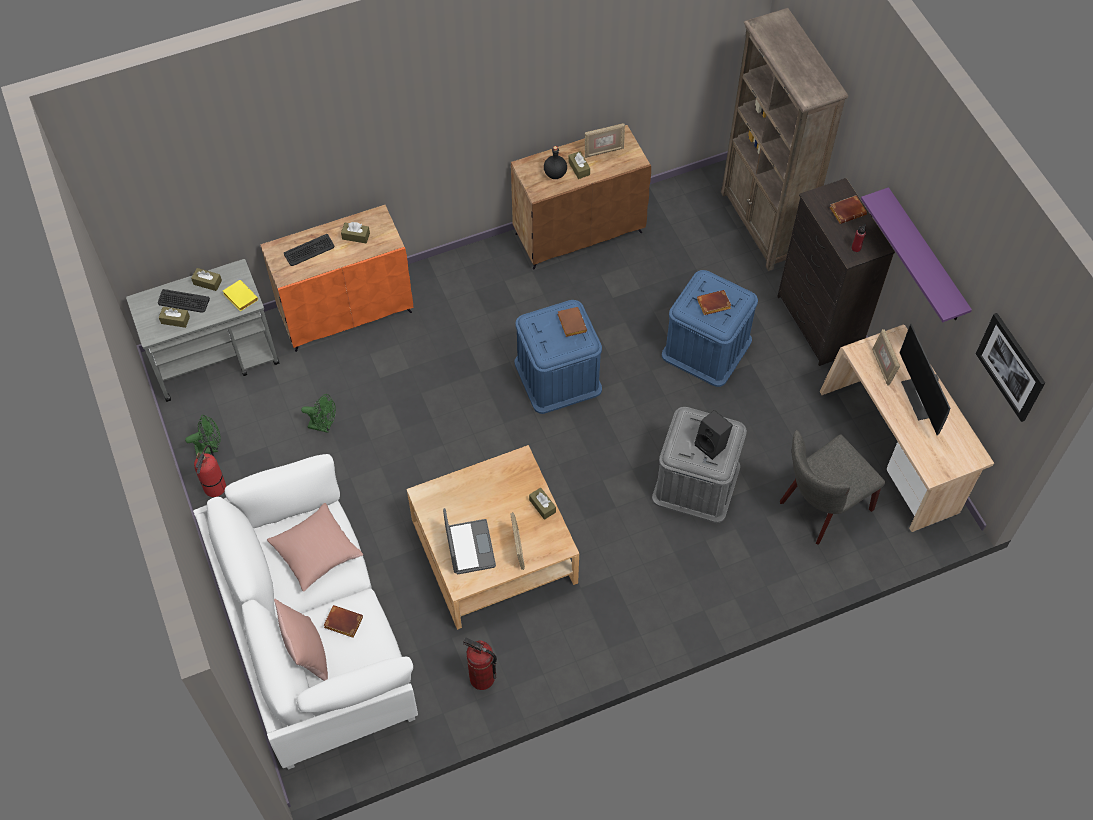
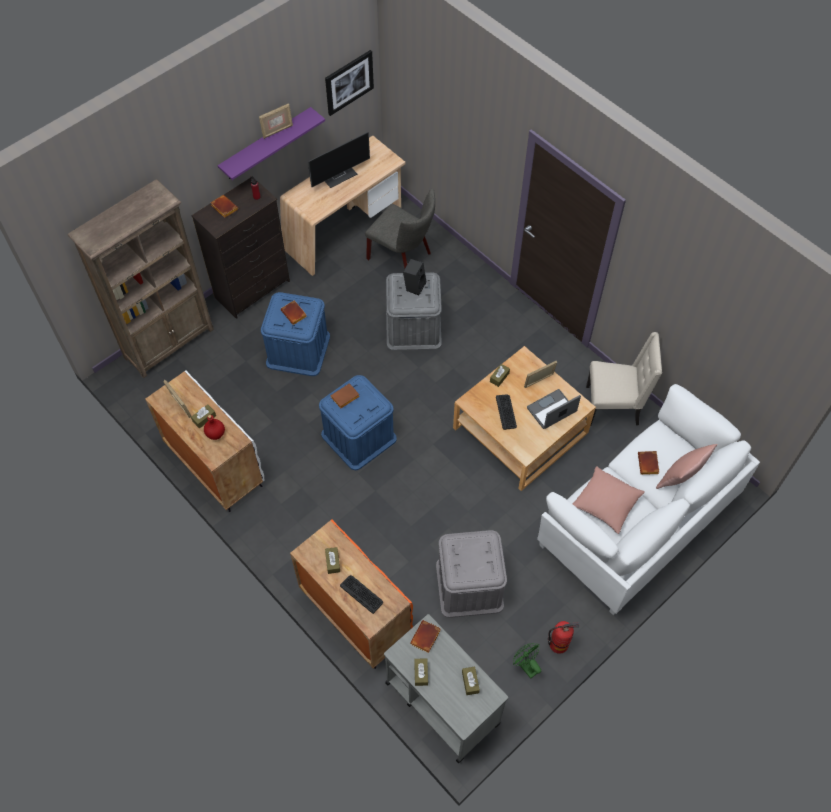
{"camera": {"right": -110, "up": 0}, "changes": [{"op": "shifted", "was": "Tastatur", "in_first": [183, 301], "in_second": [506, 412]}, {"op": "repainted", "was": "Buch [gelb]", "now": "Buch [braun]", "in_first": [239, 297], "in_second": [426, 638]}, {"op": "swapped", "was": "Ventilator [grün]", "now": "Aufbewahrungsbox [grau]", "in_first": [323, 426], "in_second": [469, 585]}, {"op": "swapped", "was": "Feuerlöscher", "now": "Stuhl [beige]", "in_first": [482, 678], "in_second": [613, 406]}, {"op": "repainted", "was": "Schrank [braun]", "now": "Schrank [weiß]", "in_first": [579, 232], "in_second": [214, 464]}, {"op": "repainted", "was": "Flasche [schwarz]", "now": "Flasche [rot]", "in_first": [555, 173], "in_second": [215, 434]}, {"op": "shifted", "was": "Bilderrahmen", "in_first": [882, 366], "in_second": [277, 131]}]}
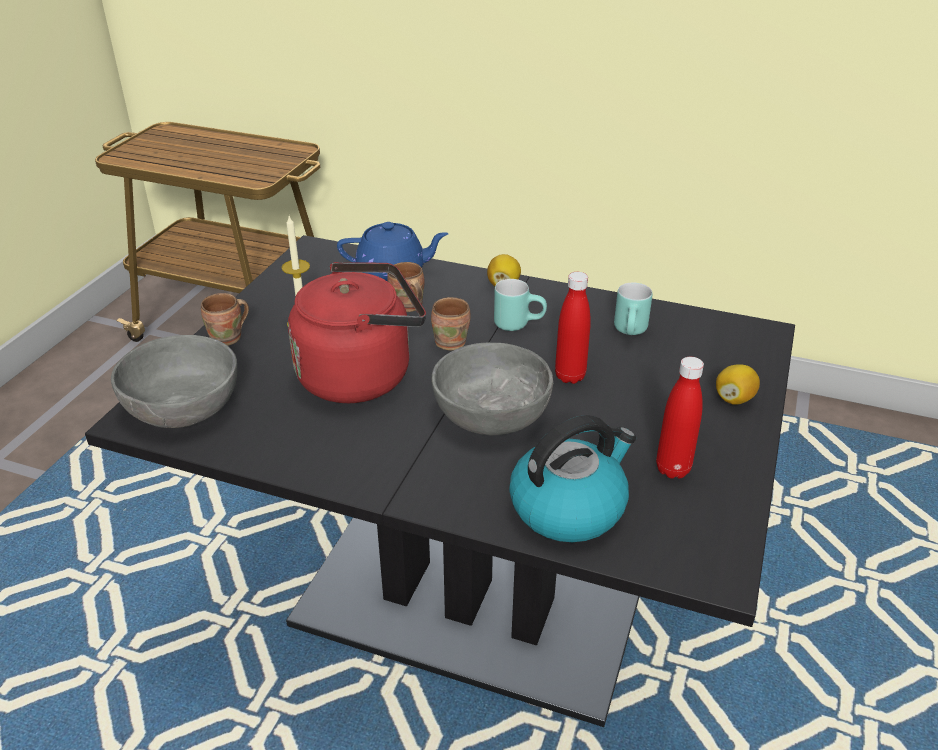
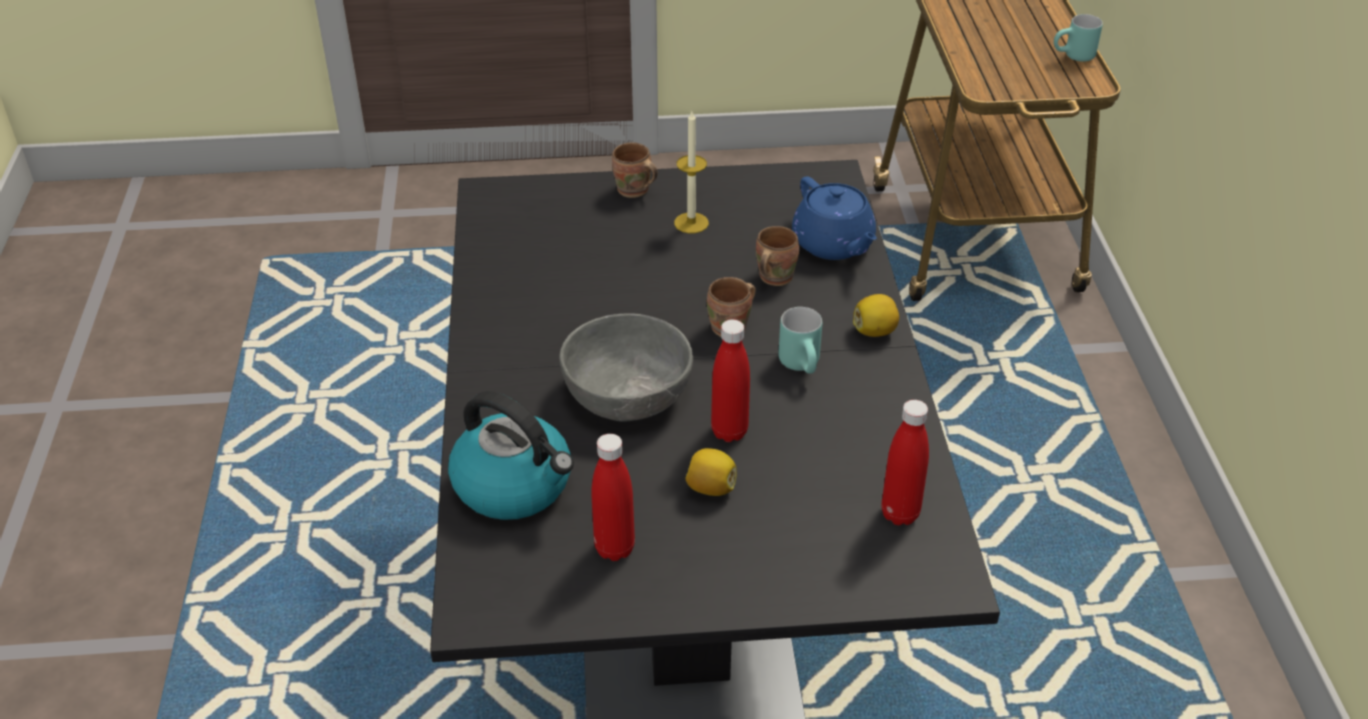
{"camera": {"right": 65, "up": 5}, "changes": [{"op": "gone", "was": "Schüssel [grau]", "in_first": [184, 405]}, {"op": "gone", "was": "Wasserkessel [rot]", "in_first": [361, 375]}, {"op": "shifted", "was": "Henkelbecher [türkis]", "in_first": [632, 332], "in_second": [1074, 57]}, {"op": "shifted", "was": "Zitrone", "in_first": [734, 399], "in_second": [710, 488]}, {"op": "new", "now": "Flasche [rot]", "in_second": [900, 514]}]}
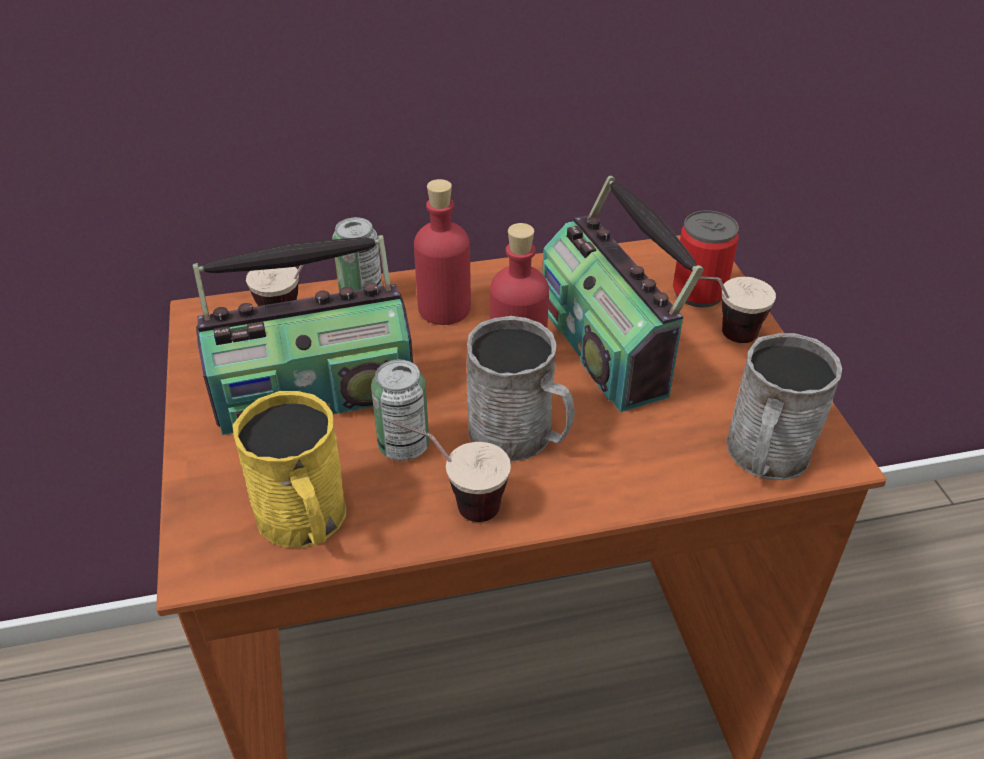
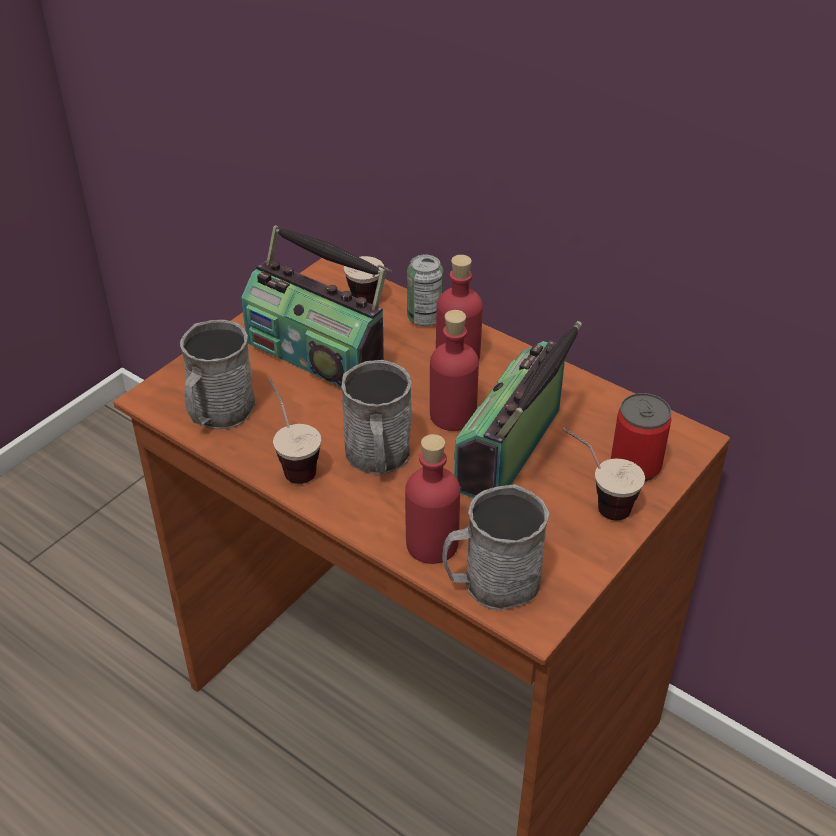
{"camera": {"right": 50, "up": 0}, "changes": [{"op": "repainted", "was": "Henkelbecher [gelb]", "now": "Henkelbecher [grau]", "in_first": [306, 522], "in_second": [218, 414]}, {"op": "gone", "was": "Dose", "in_first": [403, 446]}, {"op": "new", "now": "Flasche [rot]", "in_second": [432, 544]}]}
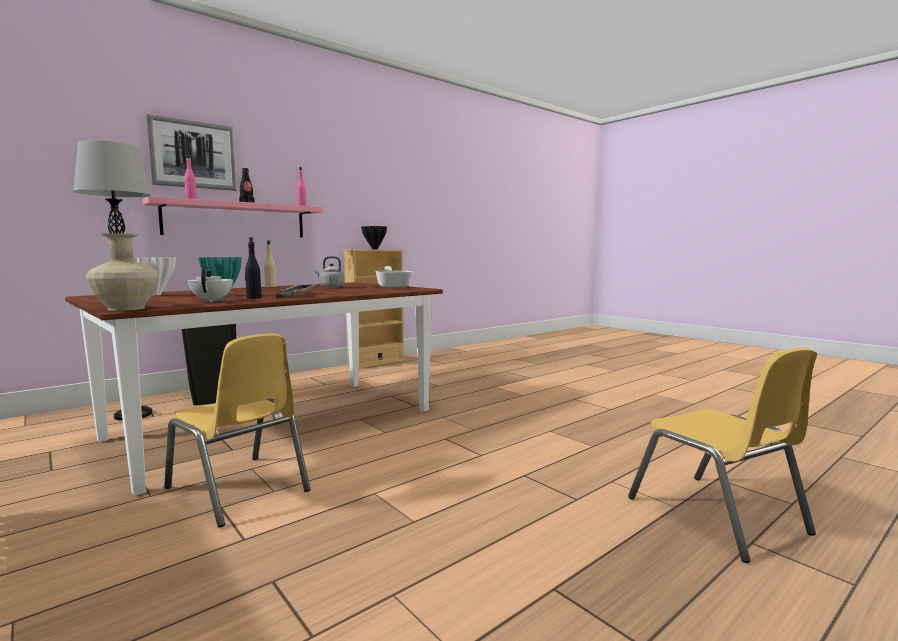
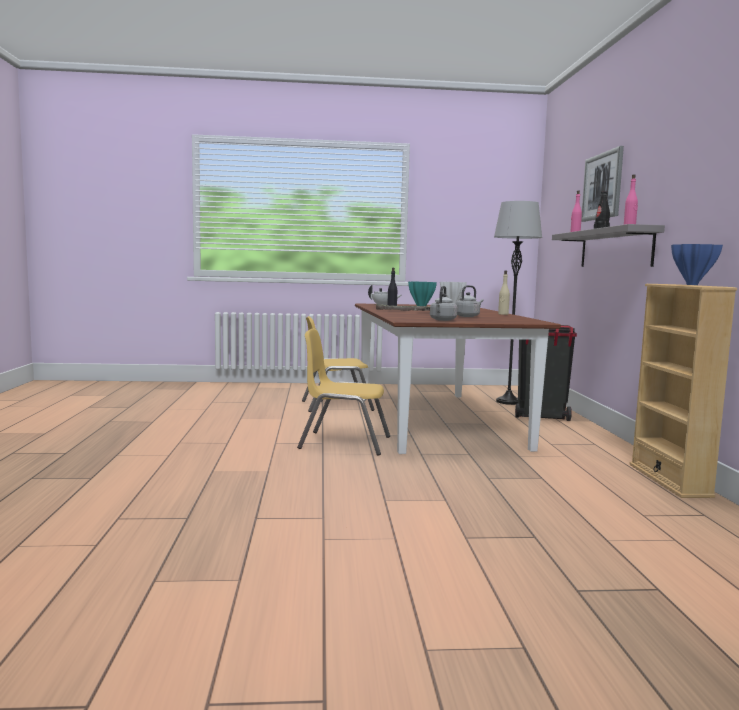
{"camera": {"right": 125, "up": 0}, "changes": [{"op": "gone", "was": "Vase [beige]", "in_first": [125, 308]}, {"op": "repainted", "was": "Wandregal [rosa]", "now": "Wandregal [grau]", "in_first": [236, 220], "in_second": [615, 248]}, {"op": "repainted", "was": "Vase [schwarz]", "now": "Vase [blau]", "in_first": [374, 249], "in_second": [691, 284]}, {"op": "swapped", "was": "Pfanne", "now": "Wasserkessel [grau]", "in_first": [393, 287], "in_second": [442, 320]}, {"op": "shifted", "was": "Stuhl [gelb]", "in_first": [716, 515], "in_second": [344, 443]}]}
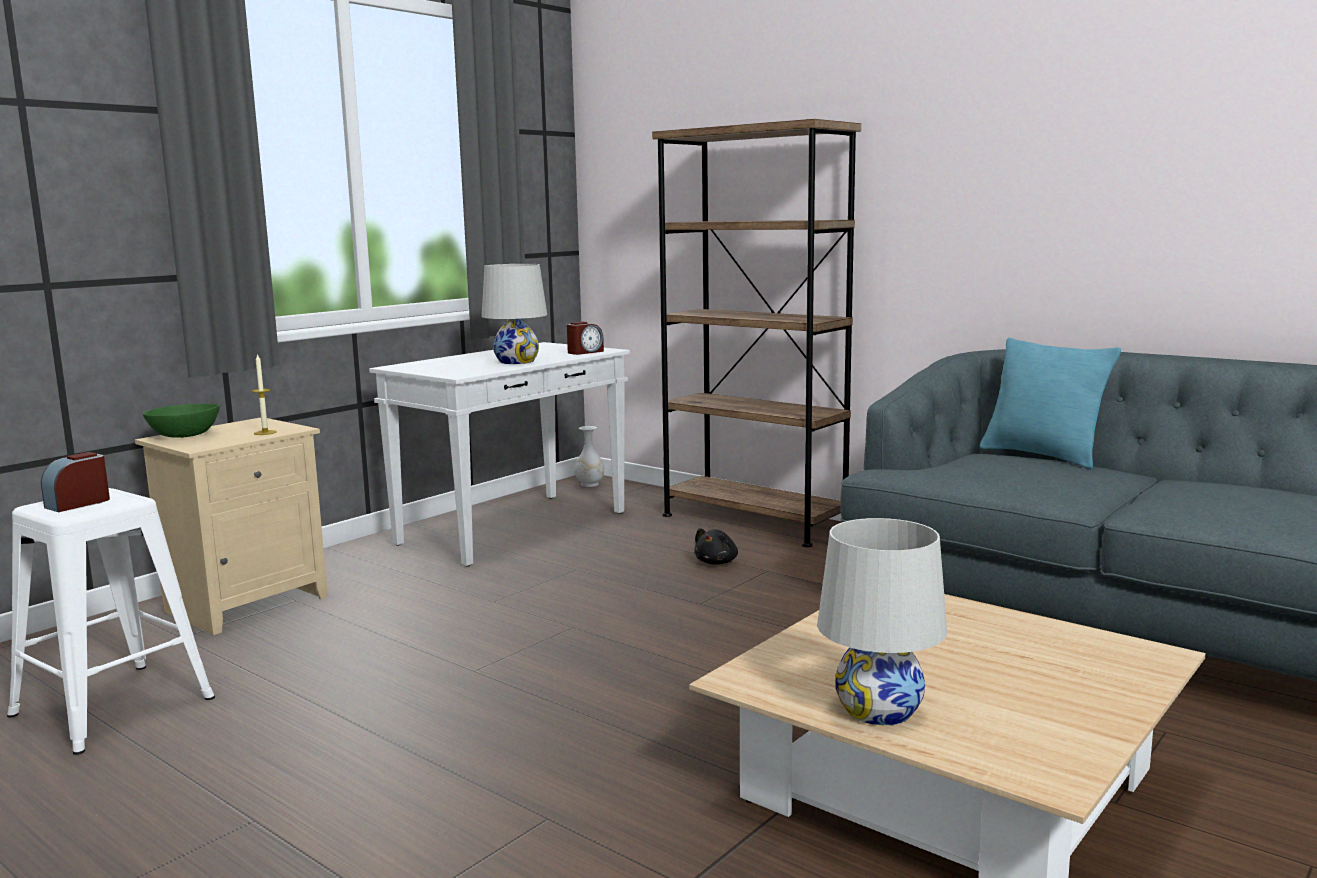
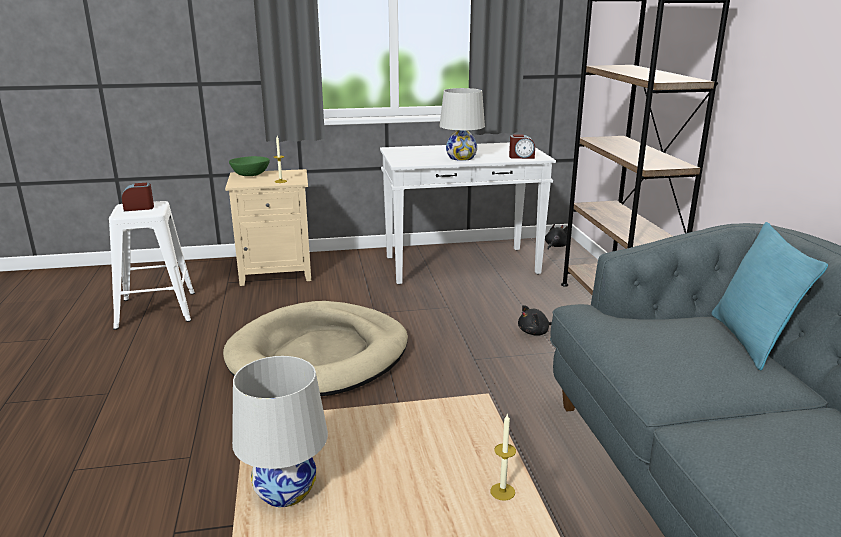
{"camera": {"right": 40, "up": 10}, "changes": [{"op": "swapped", "was": "Vase [weiß]", "now": "Plüschtier [schwarz]", "in_first": [589, 484], "in_second": [555, 246]}, {"op": "new", "now": "Hundebett [beige]", "in_second": [319, 355]}, {"op": "new", "now": "Kerze", "in_second": [502, 491]}]}
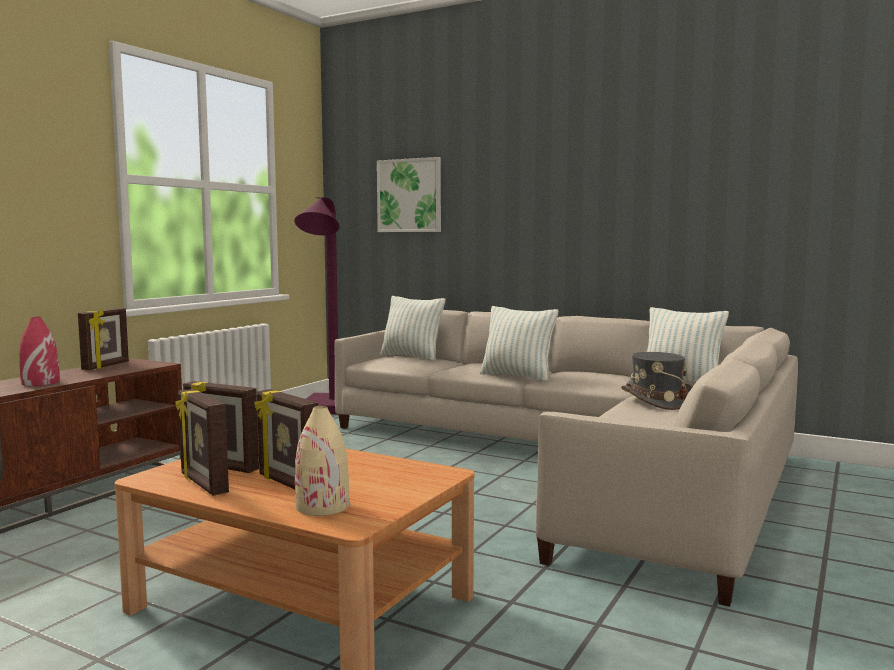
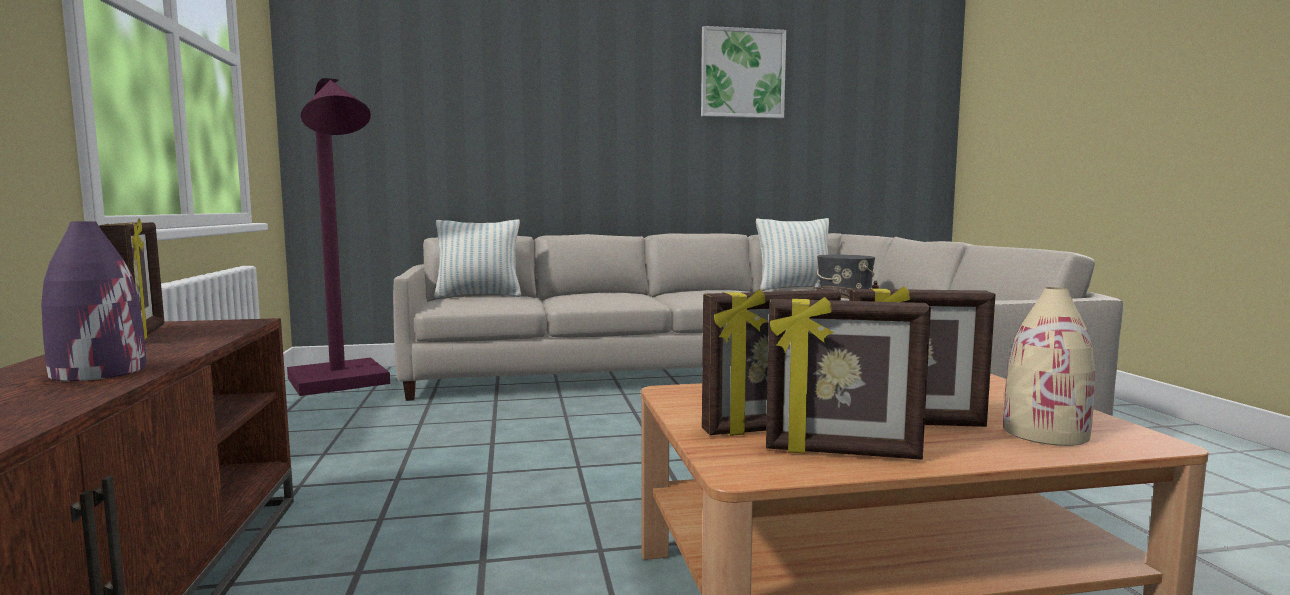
{"camera": {"right": -40, "up": 0}, "changes": [{"op": "repainted", "was": "Vase [rot]", "now": "Vase [lila]", "in_first": [40, 382], "in_second": [97, 372]}, {"op": "shifted", "was": "Bild", "in_first": [409, 195], "in_second": [742, 73]}, {"op": "gone", "was": "Kissen", "in_first": [517, 376]}]}
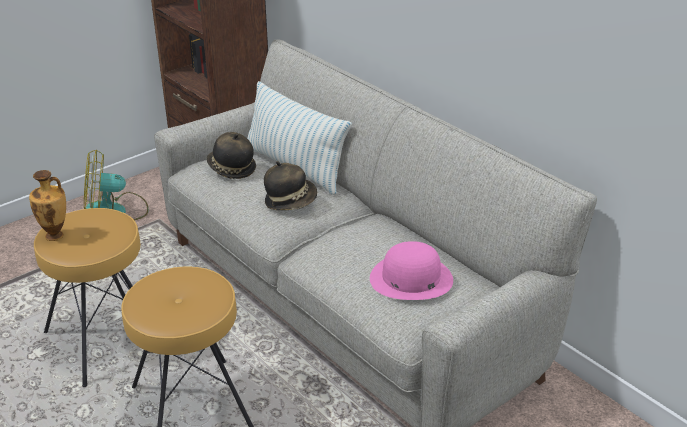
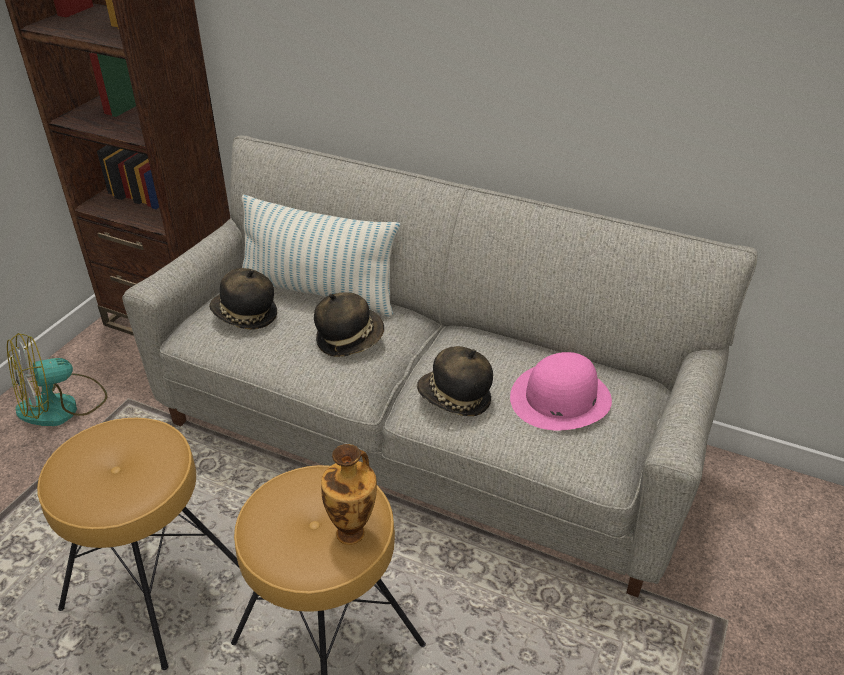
{"camera": {"right": -25, "up": 5}, "changes": [{"op": "shifted", "was": "Vase", "in_first": [56, 236], "in_second": [352, 532]}, {"op": "new", "now": "Hut", "in_second": [454, 399]}]}
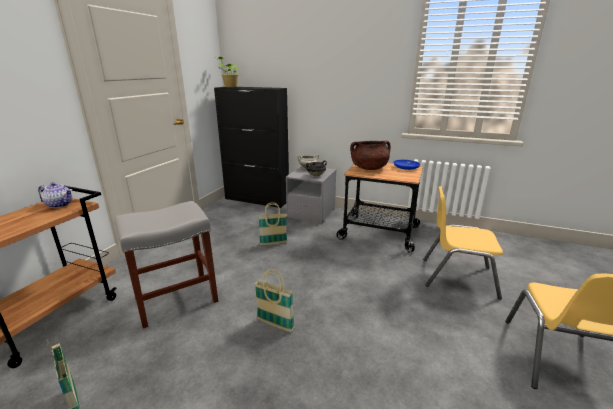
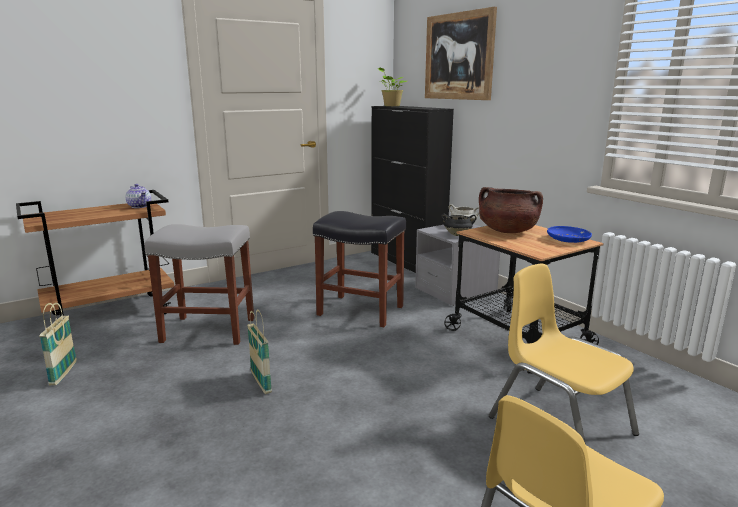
{"camera": {"right": 35, "up": -5}, "changes": [{"op": "swapped", "was": "Korb", "now": "Hocker [schwarz]", "in_first": [273, 243], "in_second": [362, 310]}, {"op": "new", "now": "Bild", "in_second": [458, 56]}]}
